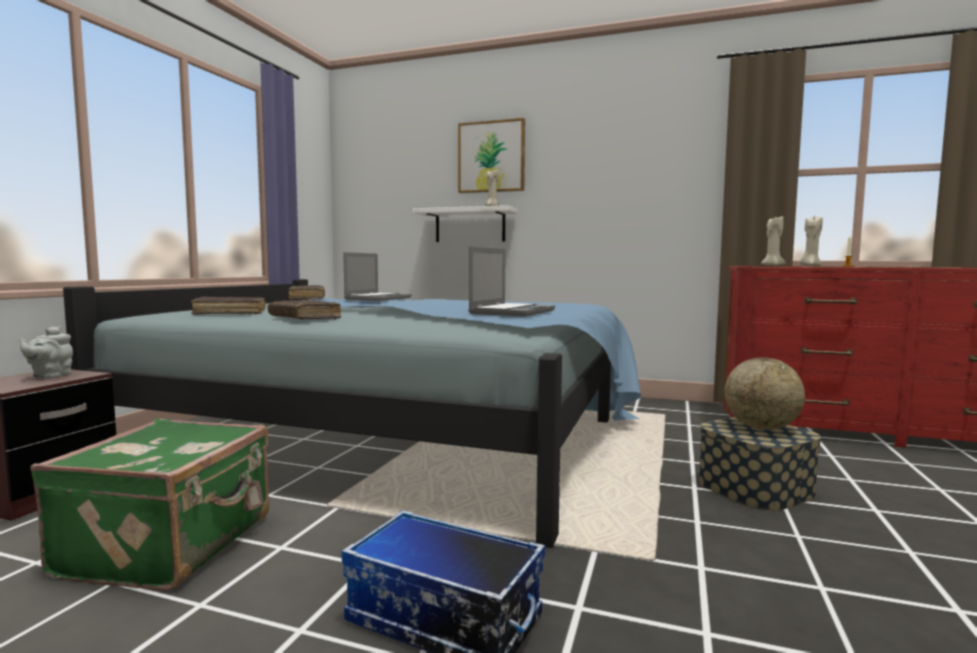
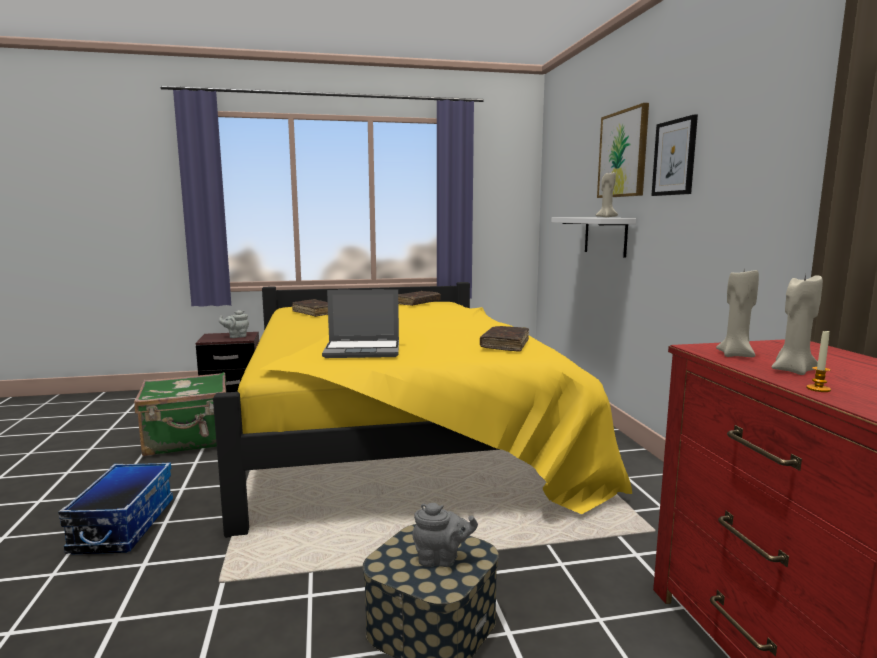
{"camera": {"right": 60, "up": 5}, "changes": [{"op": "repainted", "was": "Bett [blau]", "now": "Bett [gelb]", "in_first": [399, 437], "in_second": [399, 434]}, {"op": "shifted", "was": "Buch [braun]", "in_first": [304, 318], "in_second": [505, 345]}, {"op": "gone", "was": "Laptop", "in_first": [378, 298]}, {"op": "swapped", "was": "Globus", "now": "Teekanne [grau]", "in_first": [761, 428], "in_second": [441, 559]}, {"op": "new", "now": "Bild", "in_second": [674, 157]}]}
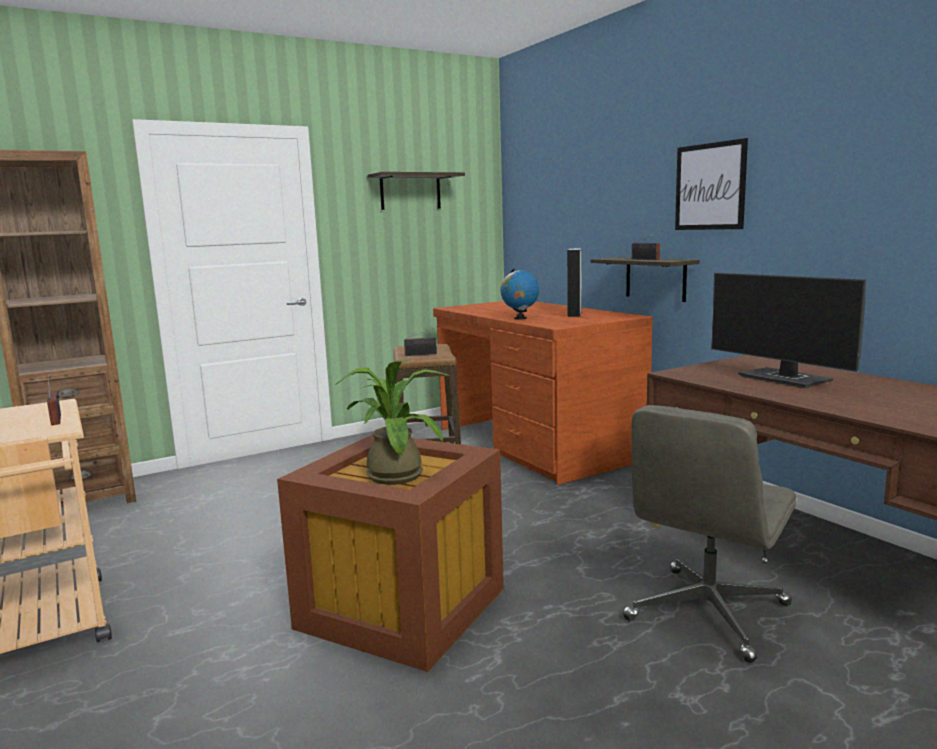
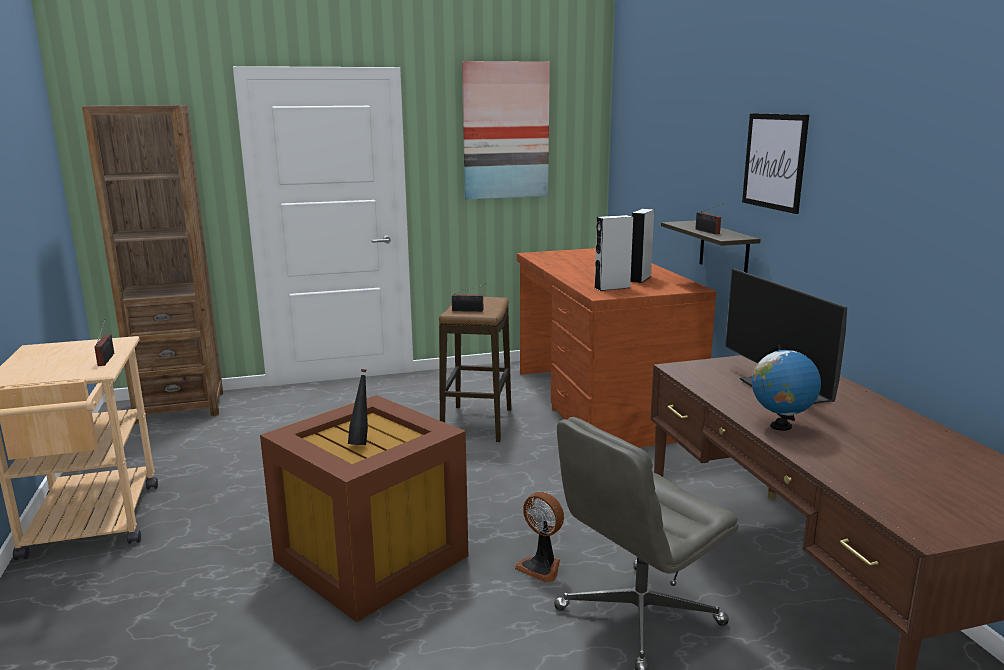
{"camera": {"right": 15, "up": 5}, "changes": [{"op": "swapped", "was": "Topfpflanze", "now": "Flasche [schwarz]", "in_first": [394, 473], "in_second": [361, 442]}, {"op": "swapped", "was": "Wandregal", "now": "Bild", "in_first": [410, 191], "in_second": [505, 131]}, {"op": "shifted", "was": "Globus", "in_first": [520, 318], "in_second": [780, 426]}, {"op": "new", "now": "Ventilator", "in_second": [541, 567]}, {"op": "new", "now": "Lautsprecher [grau]", "in_second": [612, 287]}]}
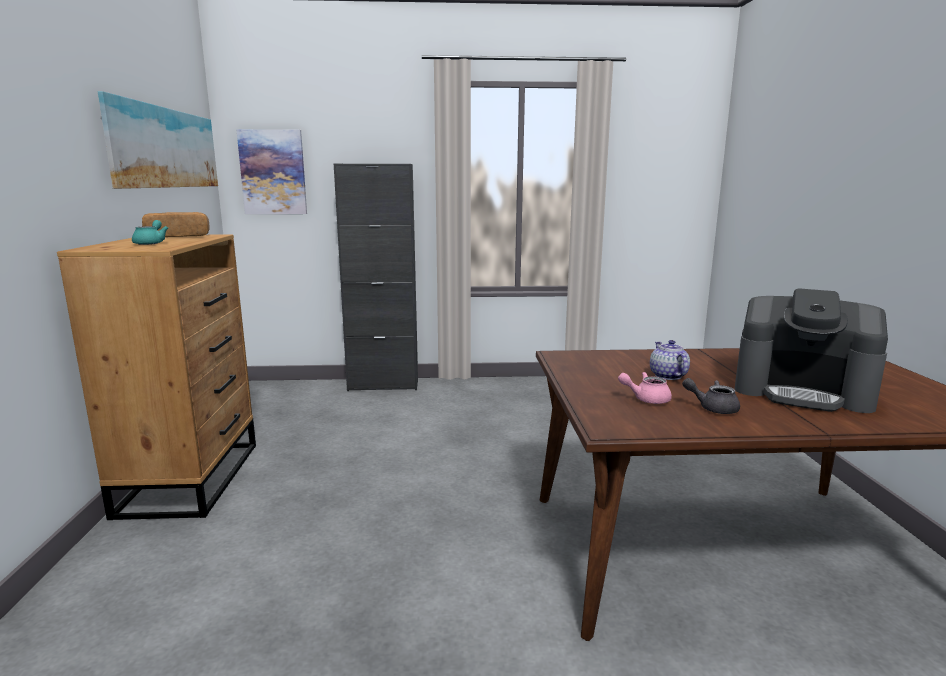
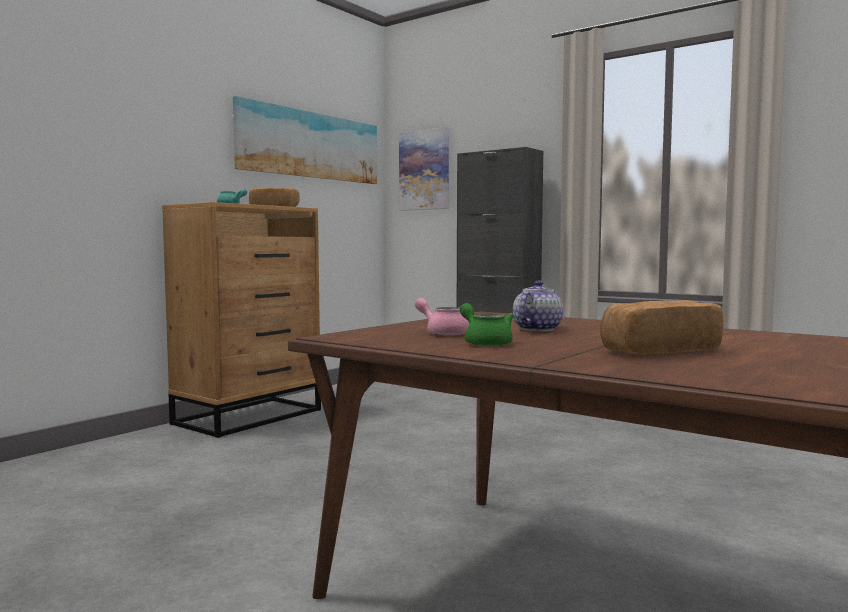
{"camera": {"right": 40, "up": -10}, "changes": [{"op": "repainted", "was": "Teekanne [grau]", "now": "Teekanne [grün]", "in_first": [712, 408], "in_second": [485, 343]}, {"op": "swapped", "was": "Kaffeemaschine", "now": "Brot", "in_first": [802, 391], "in_second": [659, 351]}]}
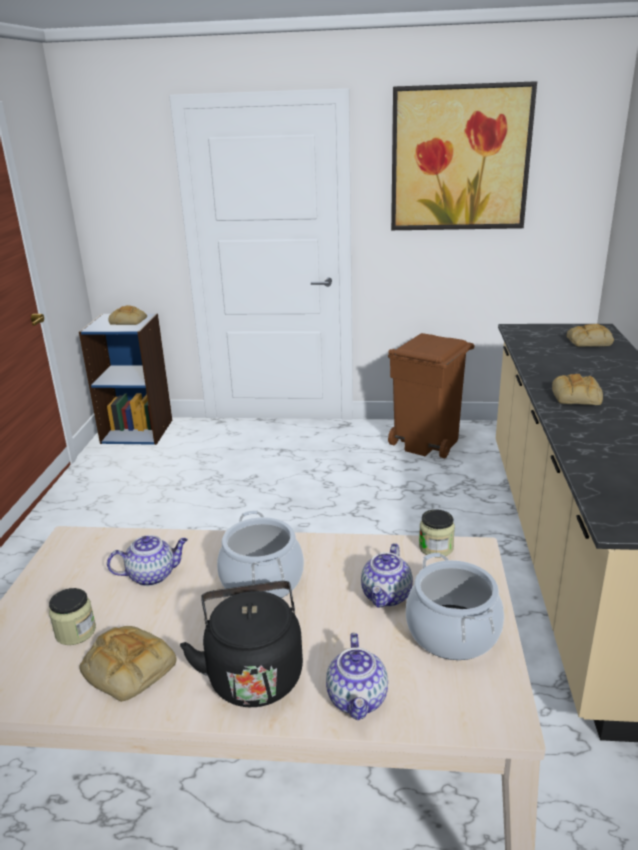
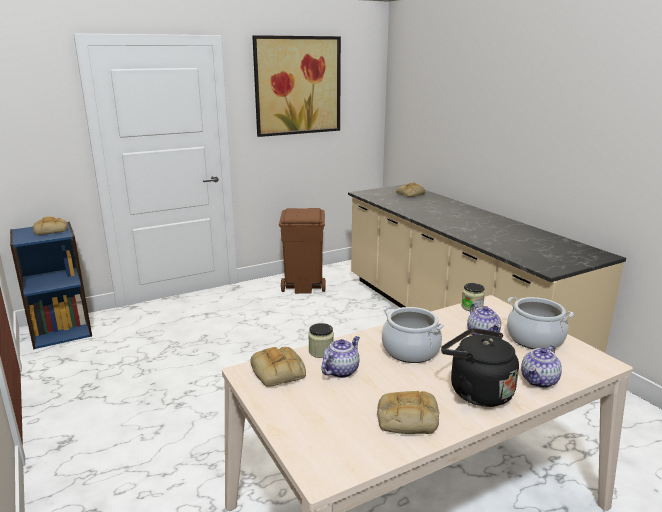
{"camera": {"right": -35, "up": -5}, "changes": [{"op": "shifted", "was": "Vorratsglas", "in_first": [75, 632], "in_second": [321, 351]}, {"op": "rotated", "was": "Teekanne", "in_first": [358, 699], "in_second": [539, 381], "clockwise": 75}, {"op": "shifted", "was": "Brot", "in_first": [577, 397], "in_second": [279, 372]}]}
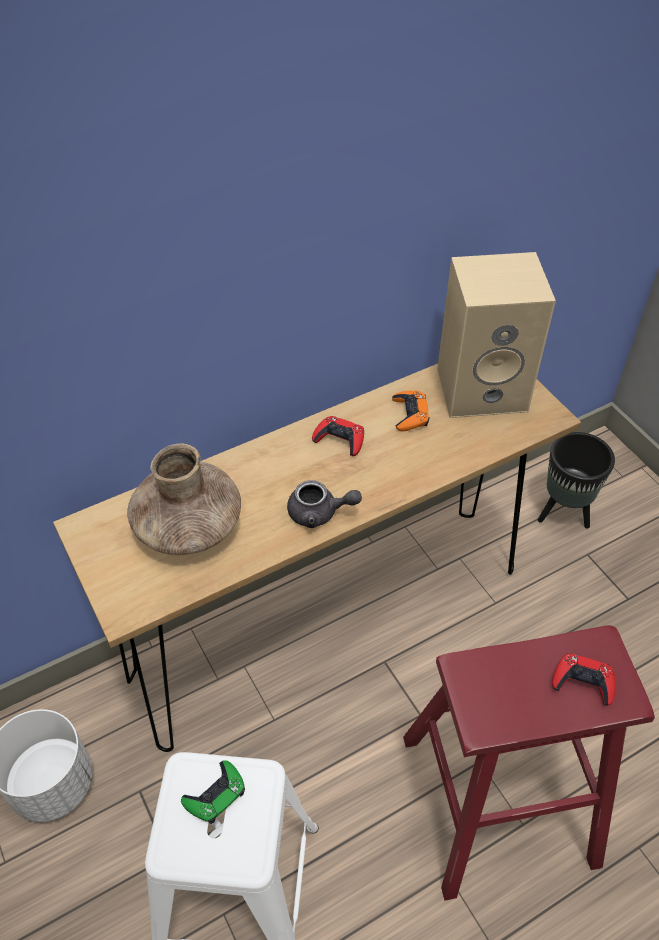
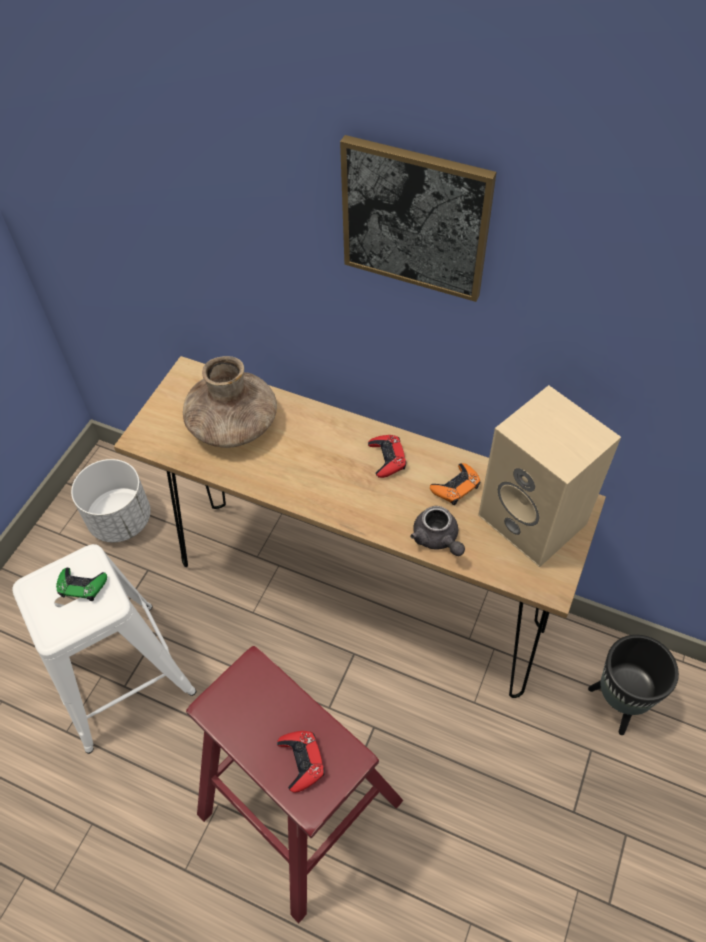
{"camera": {"right": 55, "up": 5}, "changes": [{"op": "shifted", "was": "Teekanne [grau]", "in_first": [319, 513], "in_second": [437, 539]}, {"op": "new", "now": "Bild", "in_second": [415, 218]}]}
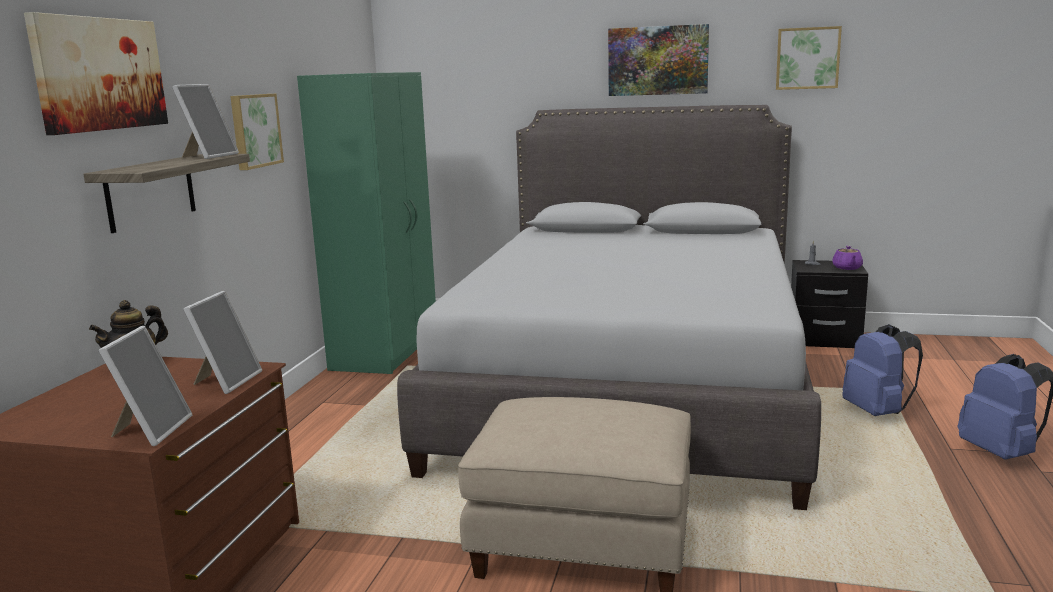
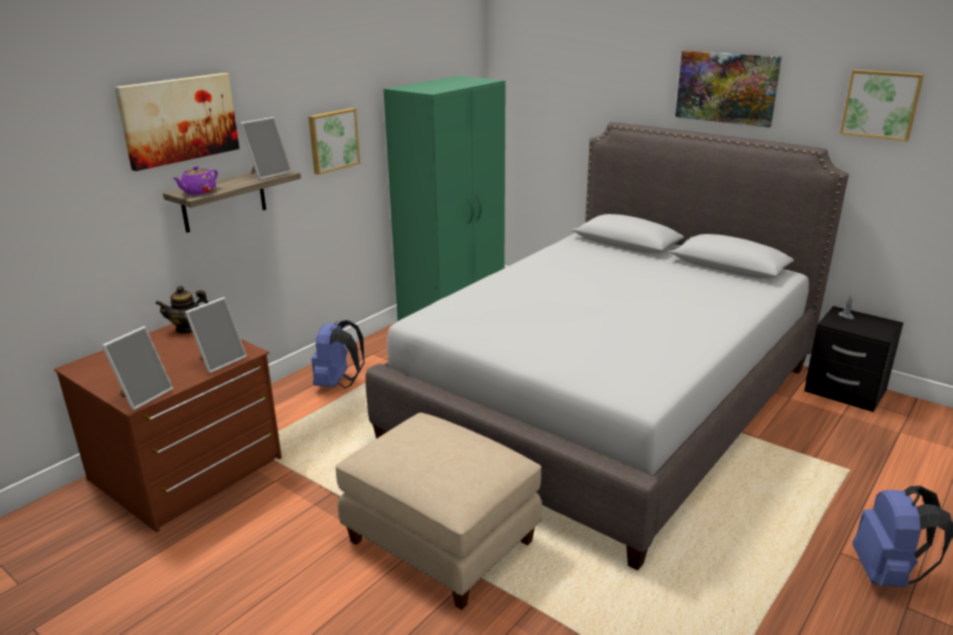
{"camera": {"right": 25, "up": 10}, "changes": [{"op": "shifted", "was": "Teekanne [lila]", "in_first": [847, 268], "in_second": [198, 192]}, {"op": "shifted", "was": "Rucksack [blau]", "in_first": [878, 412], "in_second": [338, 383]}]}
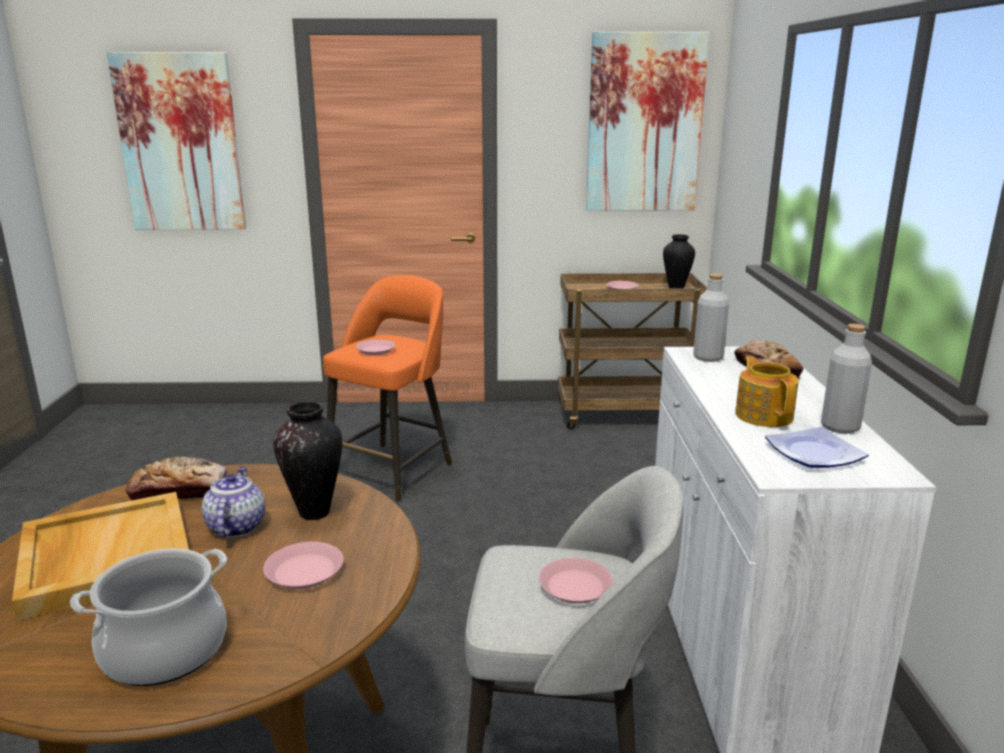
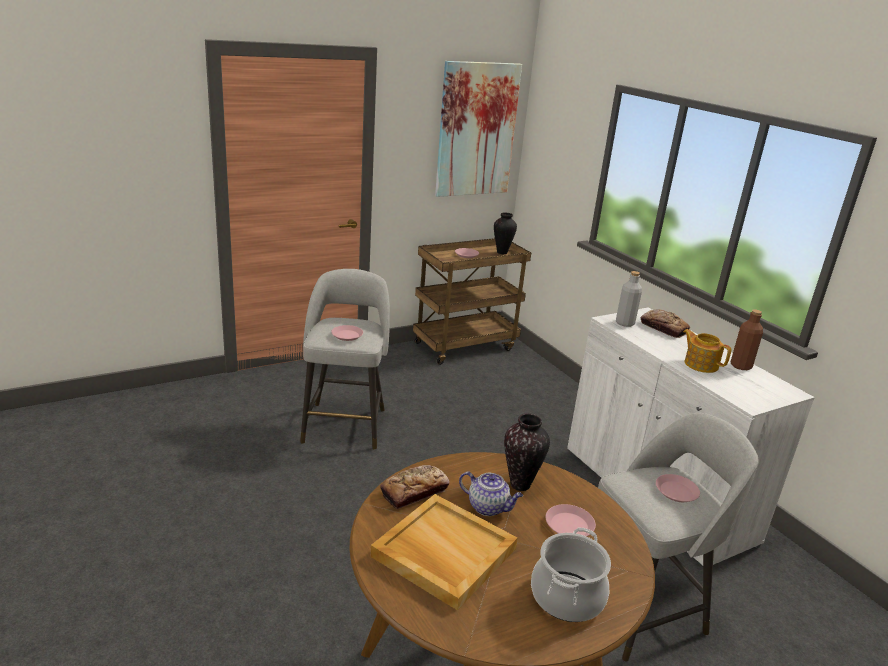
{"camera": {"right": -30, "up": 5}, "changes": [{"op": "gone", "was": "Bild", "in_first": [180, 143]}, {"op": "rotated", "was": "Teekanne", "in_first": [236, 526], "in_second": [489, 507], "clockwise": 150}, {"op": "repainted", "was": "Hocker [orange]", "now": "Hocker [grau]", "in_first": [392, 470], "in_second": [345, 424]}, {"op": "gone", "was": "Teller", "in_first": [814, 453]}, {"op": "repainted", "was": "Flasche [grau]", "now": "Flasche [braun]", "in_first": [840, 427], "in_second": [740, 366]}]}
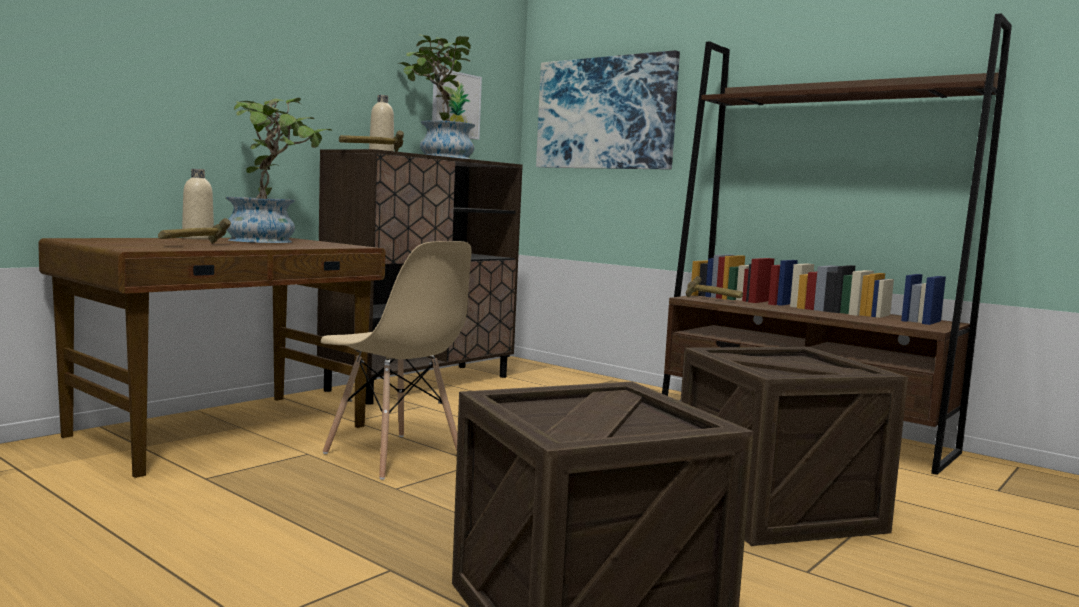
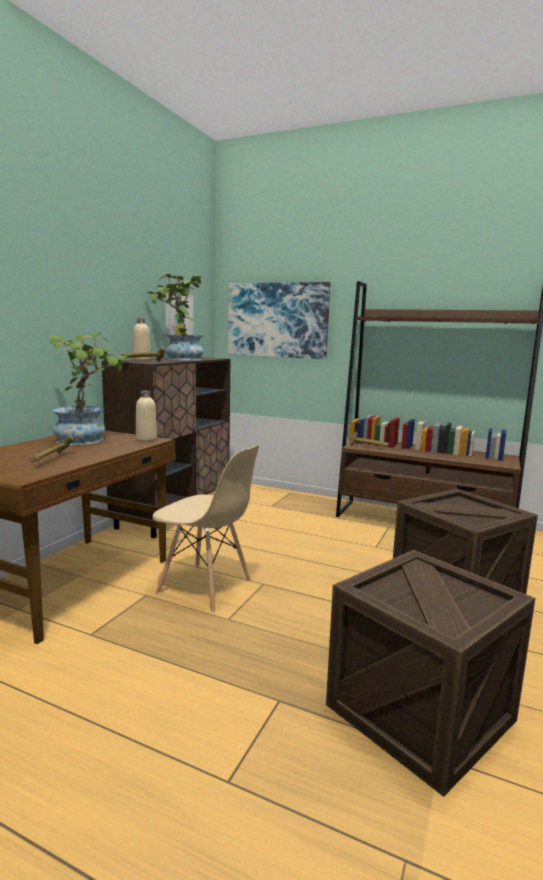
{"camera": {"right": -15, "up": 5}, "changes": [{"op": "shifted", "was": "Flasche [beige]", "in_first": [198, 238], "in_second": [146, 439]}]}
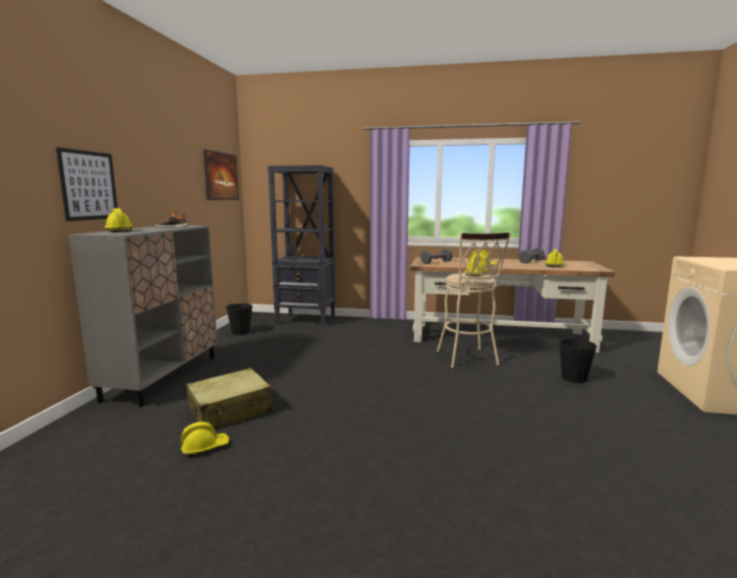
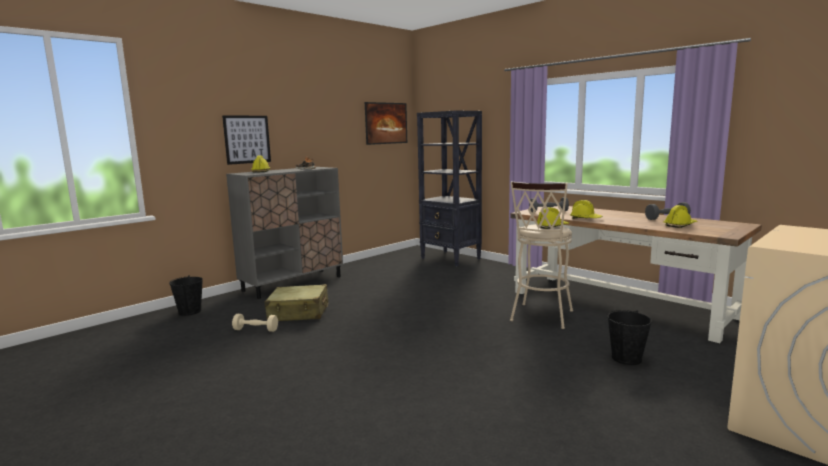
{"camera": {"right": 35, "up": 0}, "changes": [{"op": "swapped", "was": "Schutzhelm [gelb]", "now": "Hantel [beige]", "in_first": [205, 447], "in_second": [256, 330]}, {"op": "shifted", "was": "Eimer [schwarz]", "in_first": [241, 332], "in_second": [190, 311]}]}
